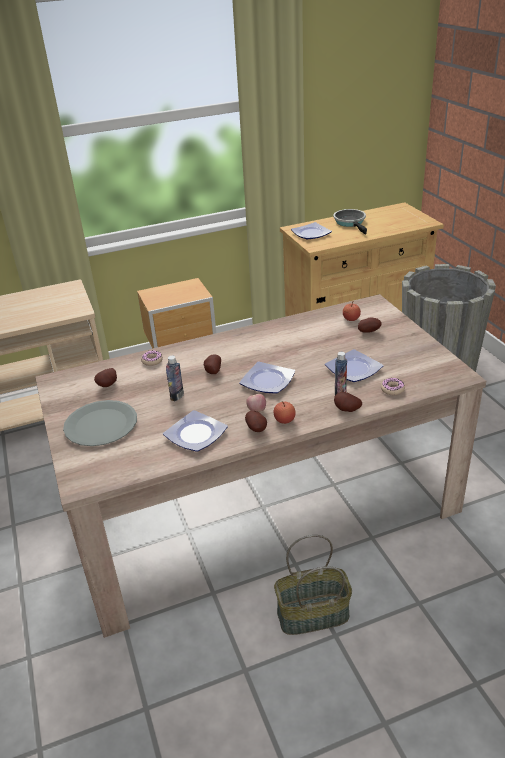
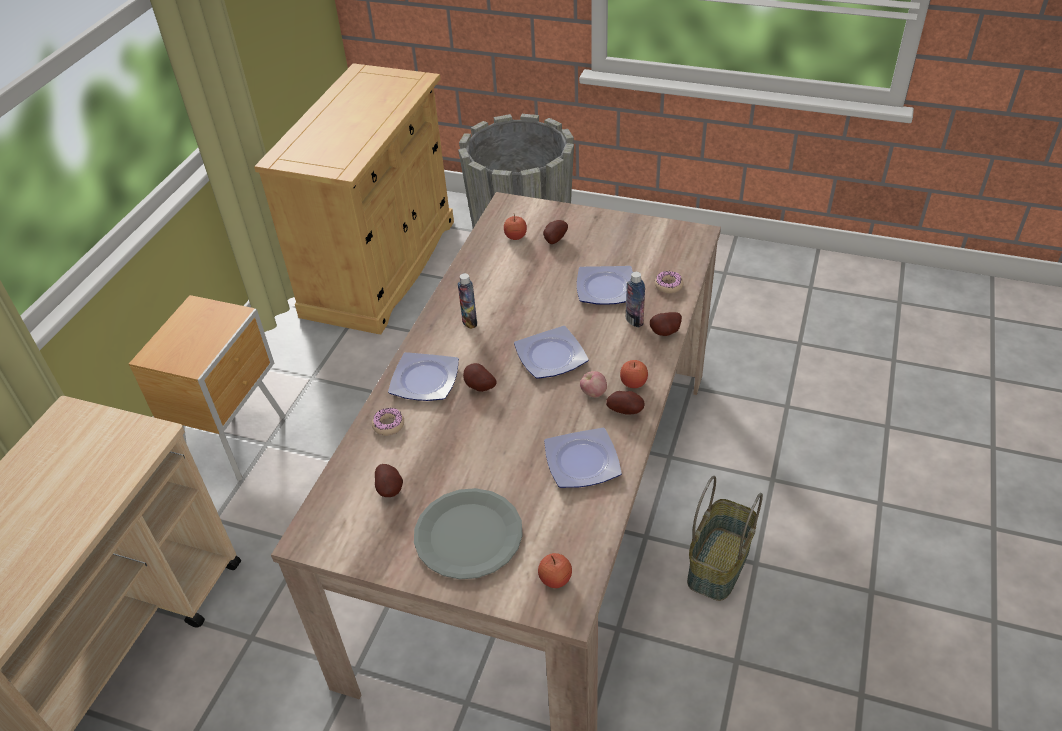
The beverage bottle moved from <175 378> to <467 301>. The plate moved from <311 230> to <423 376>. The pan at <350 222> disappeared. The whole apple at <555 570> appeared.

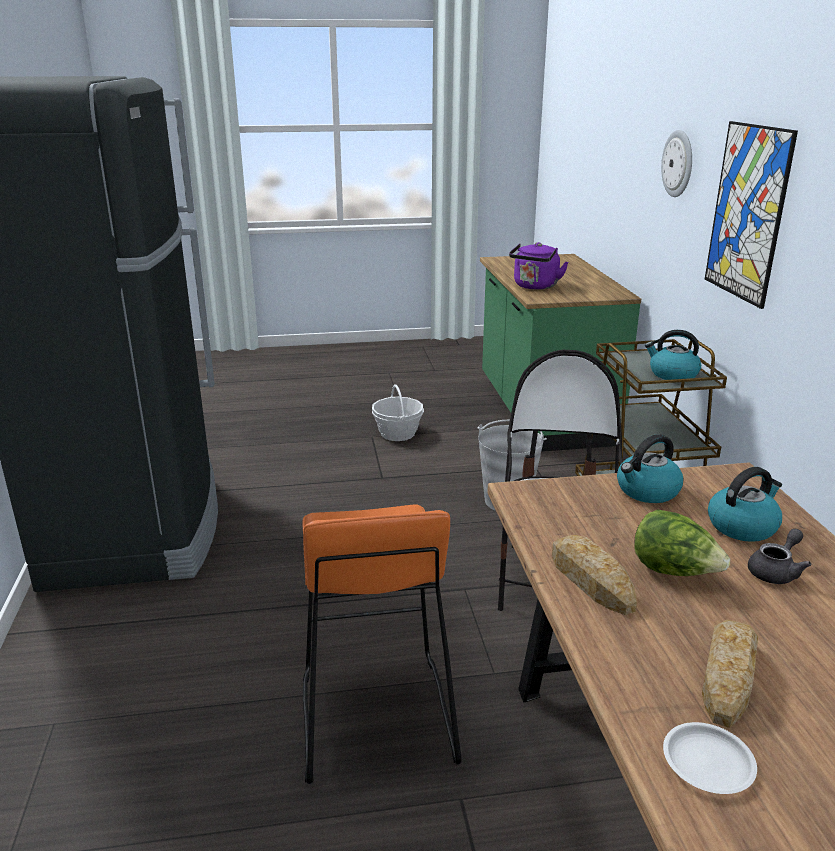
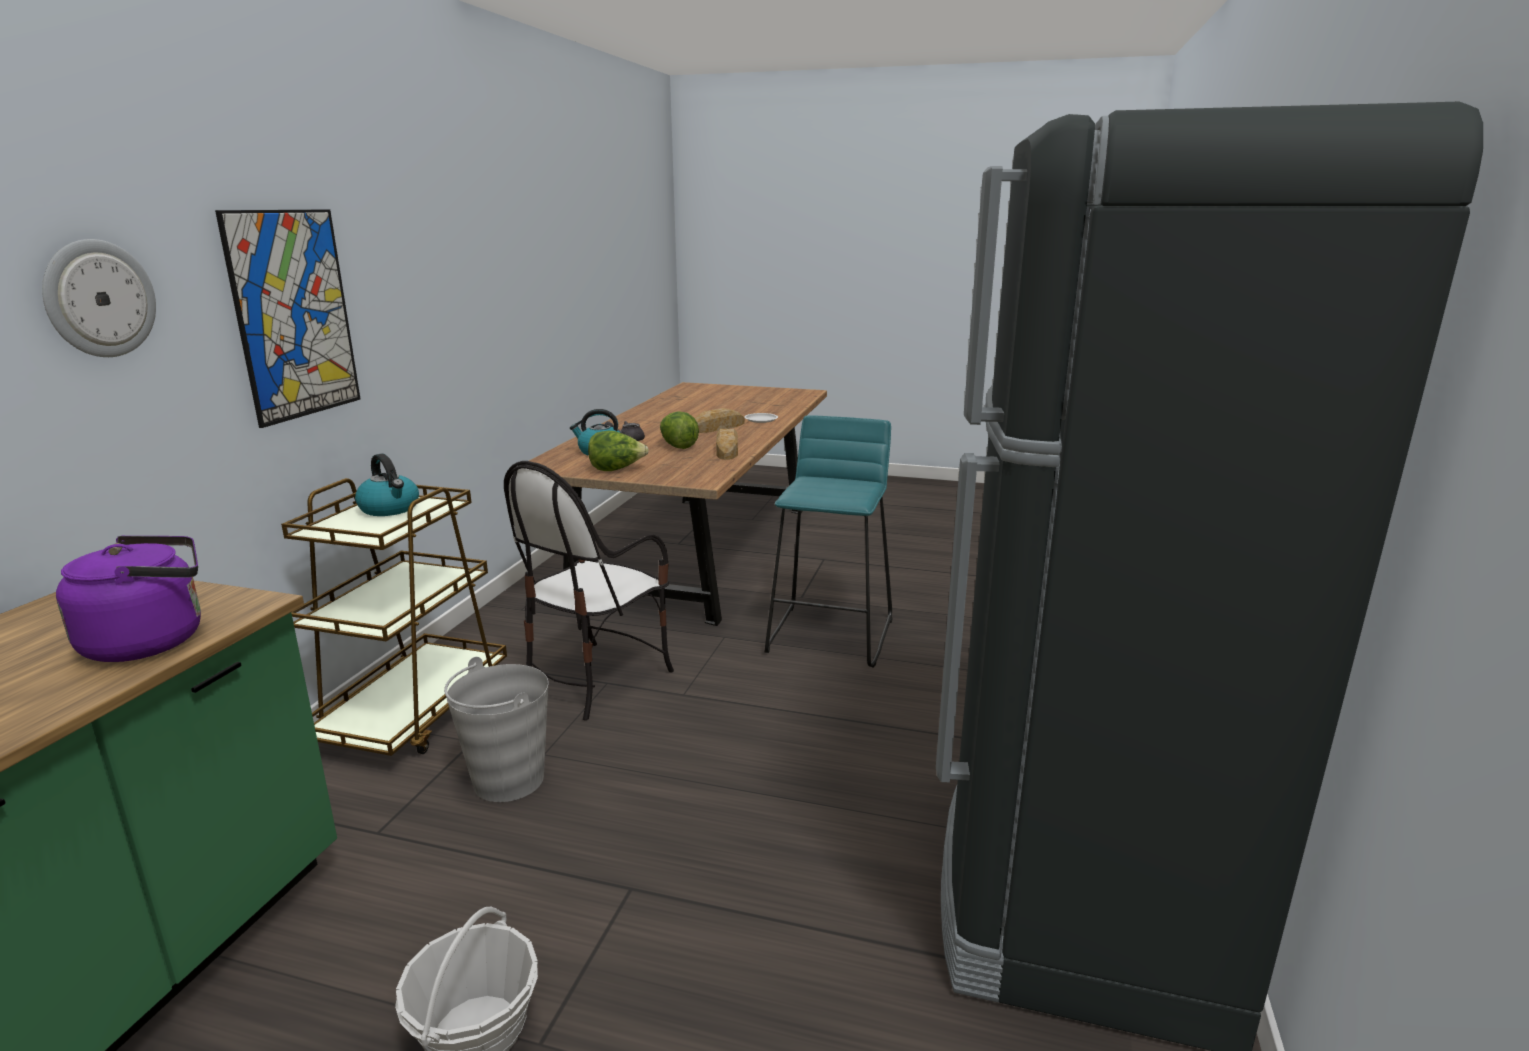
The stool seat in orangey at <382 644> became the stool seat in turquoise-coloured at <828 541>. The tea kettle at <650 468> was replaced by the lettuce head at <618 451>.

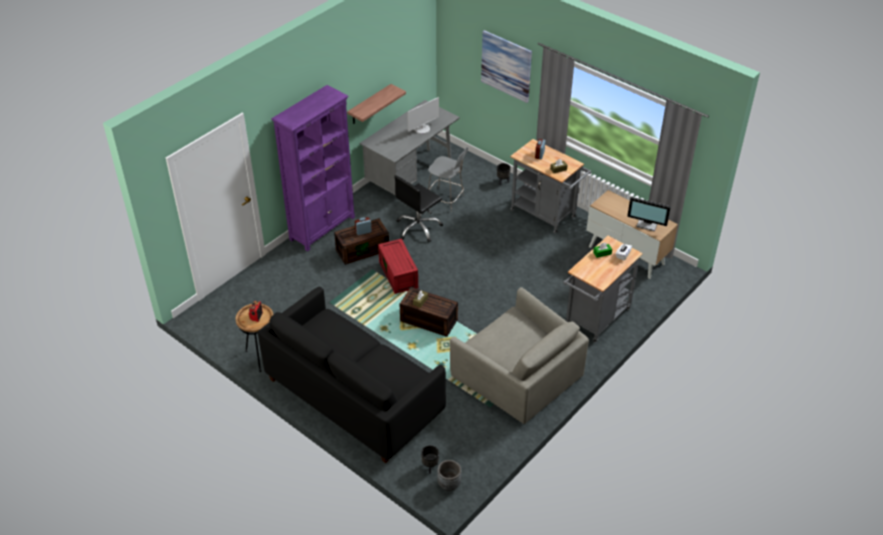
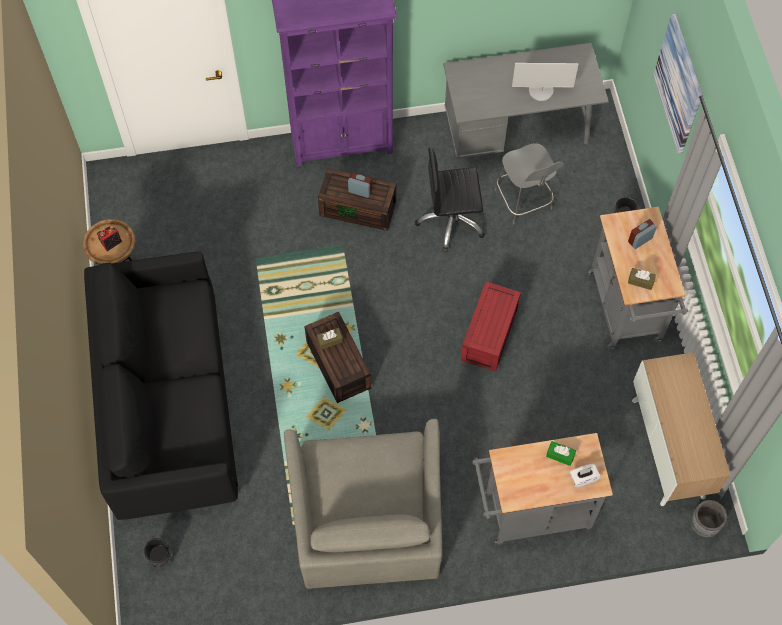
The wall shelf at <376 104> disappeared. The storage box in red-coloured moved from <398 266> to <491 326>. The plant pot in greyish moved from <449 475> to <708 519>. The computer screen at <649 214> disappeared.

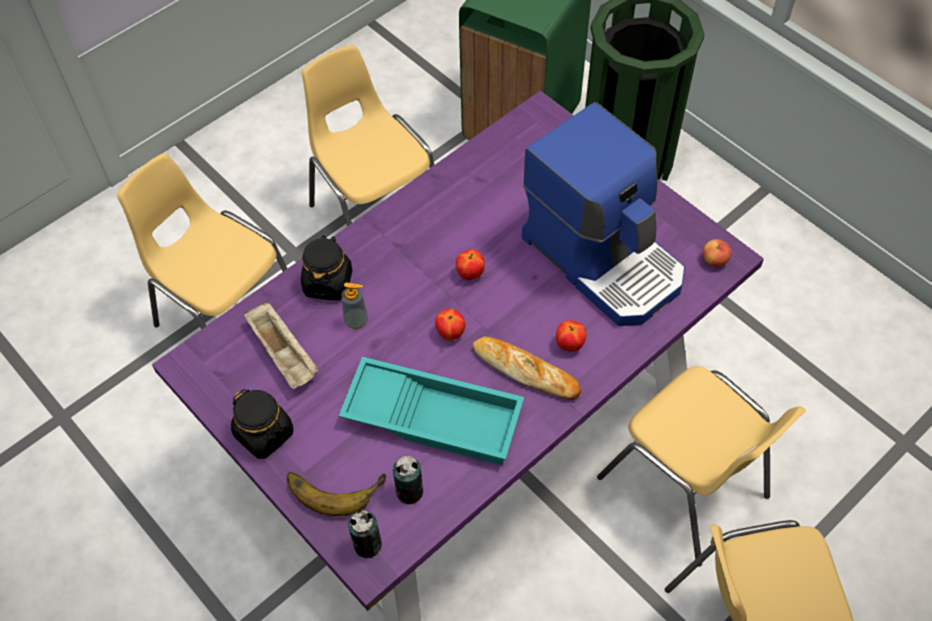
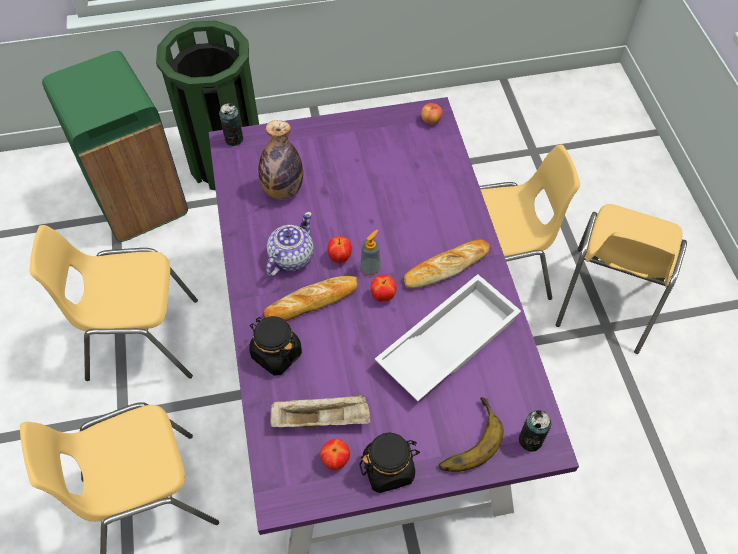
The serving tray in turquoise-coloured at <431 411> became the serving tray in white-coloured at <448 338>. The soap dispenser moved from <354 306> to <370 252>. The can moved from <407 480> to <231 124>. The coffee machine at <603 214> disappeared. The whole apple moved from <571 336> to <335 454>. The beverage bottle at <280 160> appeared. The bakery bread at <310 298> appeared. The teapot at <290 244> appeared.

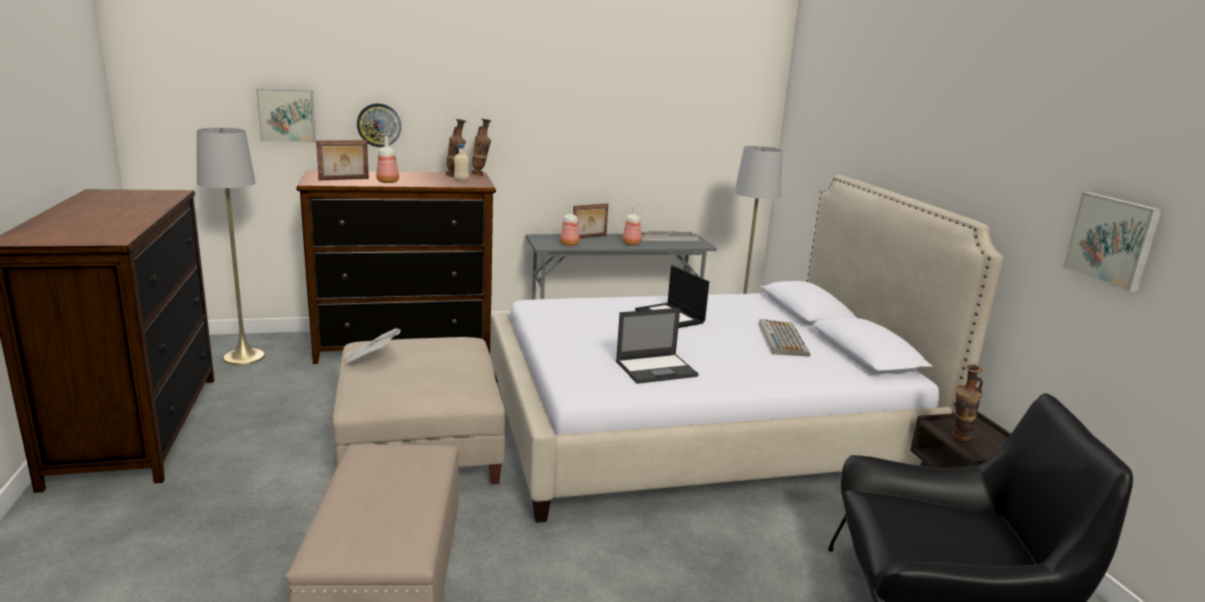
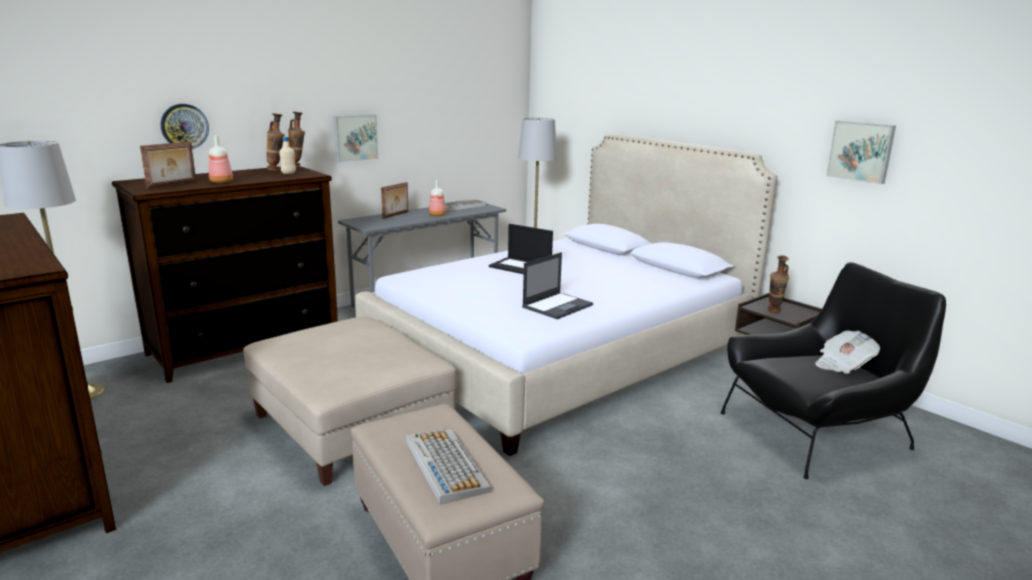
The wall art moved from <286 115> to <355 138>. The daily paper moved from <373 346> to <847 352>. The beverage bottle at <570 225> disappeared. The PC keyboard moved from <785 338> to <449 466>.

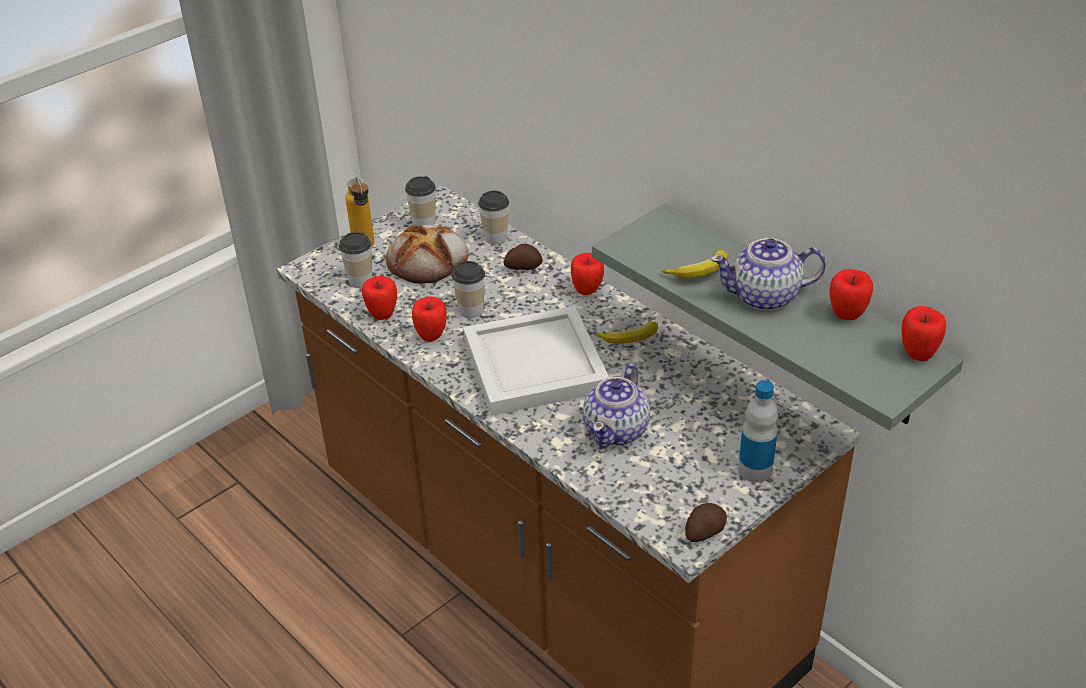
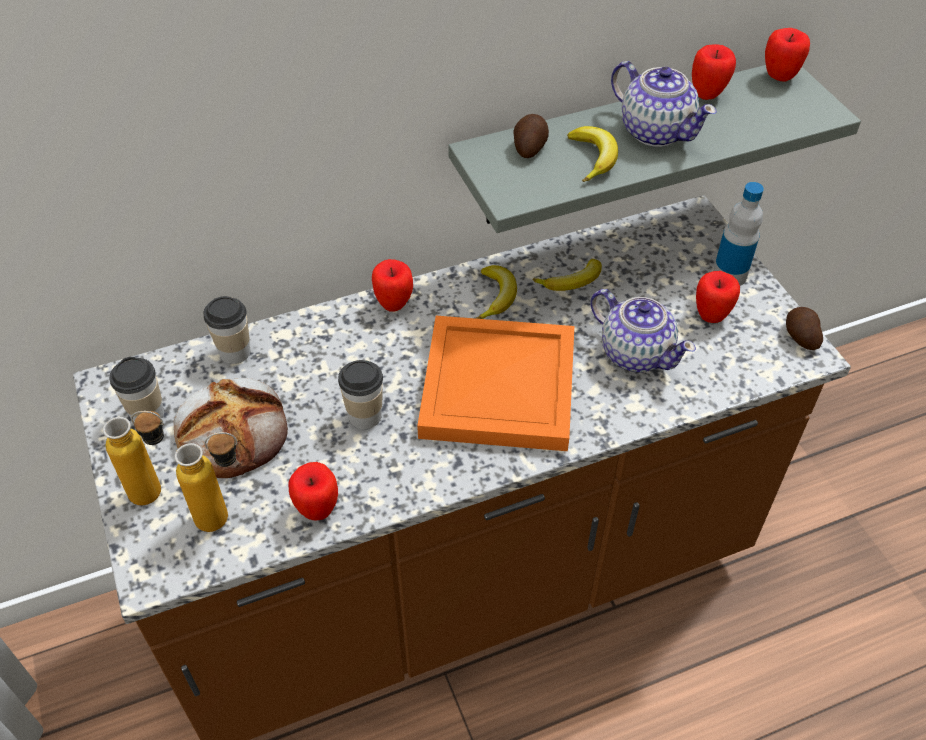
The cup at <355 260> was replaced by the beverage bottle at <206 482>. The whole apple moved from <429 319> to <718 297>. The serving tray in white-coloured at <536 361> became the serving tray in orangey at <495 383>. The potato moved from <523 257> to <531 136>. The teapot at <768 274> turned 60 degrees counterclockwise. The banana at <567 275> appeared.

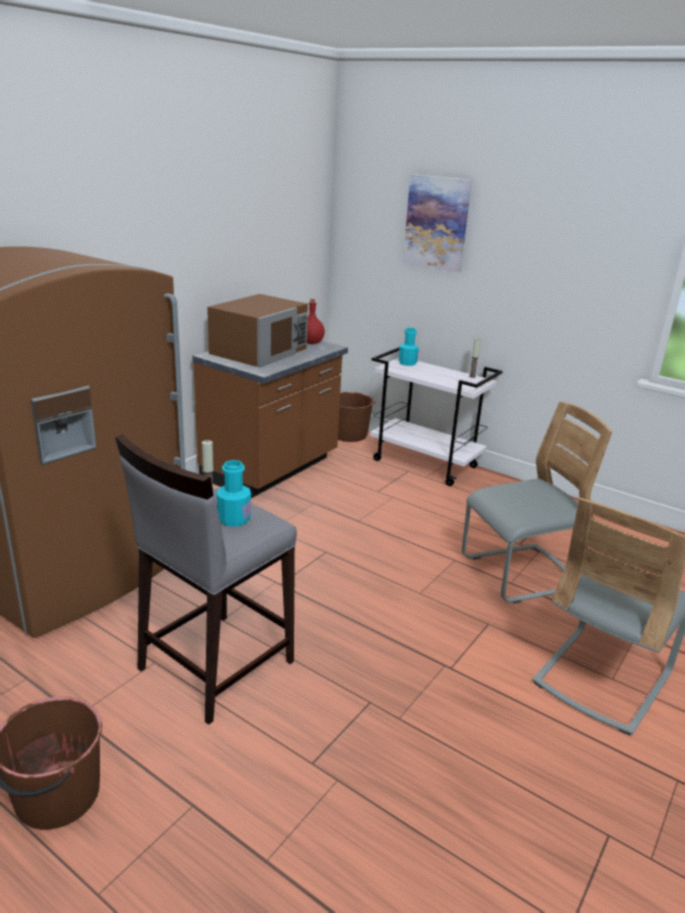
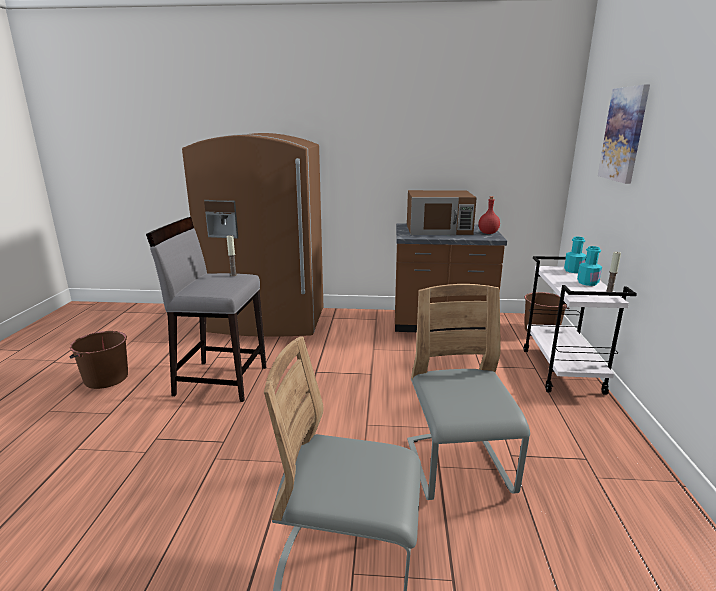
The beverage bottle in turquoise-coloured moved from <234 493> to <589 266>. The chair in greyish at <537 502> turned 135 degrees counterclockwise.

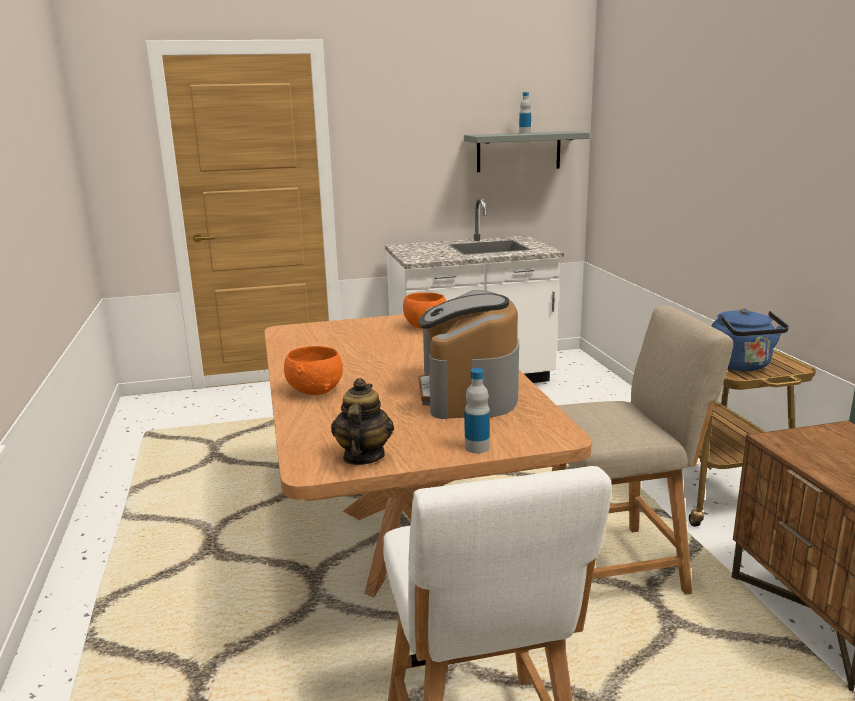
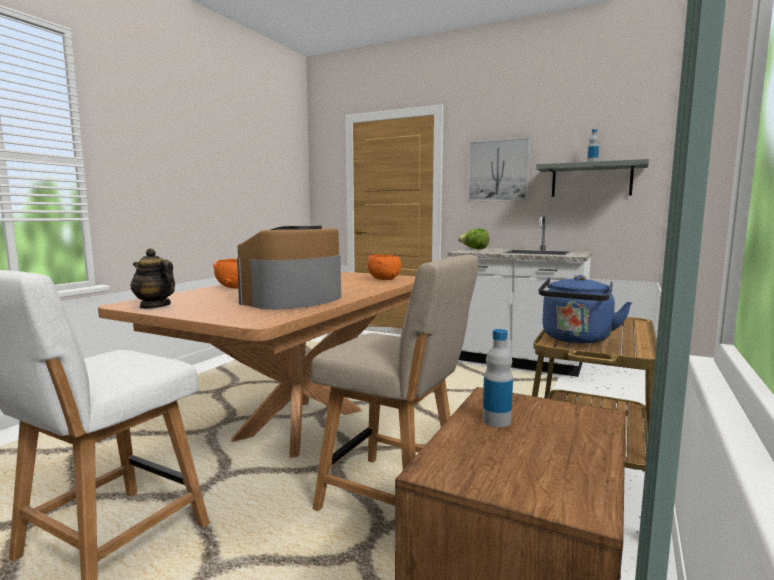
The teapot at <362 421> turned 105 degrees counterclockwise. The beverage bottle moved from <477 410> to <497 378>. The lettuce head at <473 238> appeared. The wall art at <499 169> appeared.

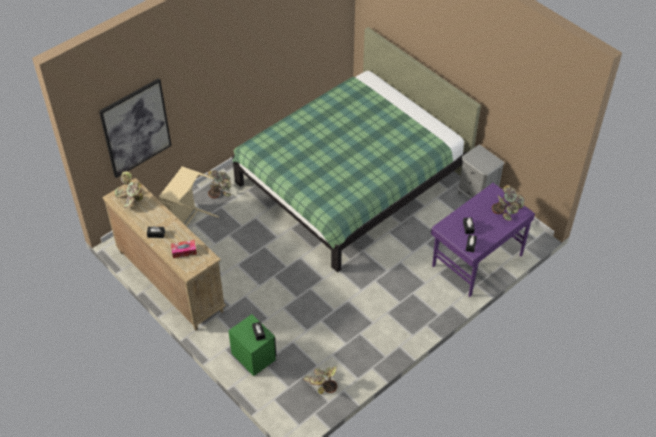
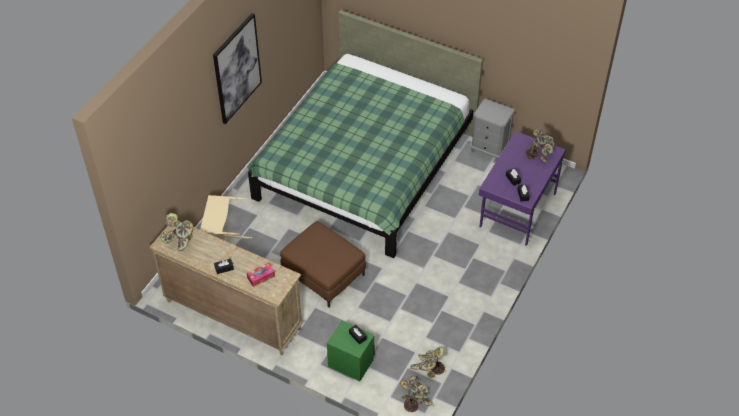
The wall art moved from <135 128> to <237 68>. The plant in a pot moved from <219 184> to <416 394>. The footrest in brown at <323 264> appeared.

